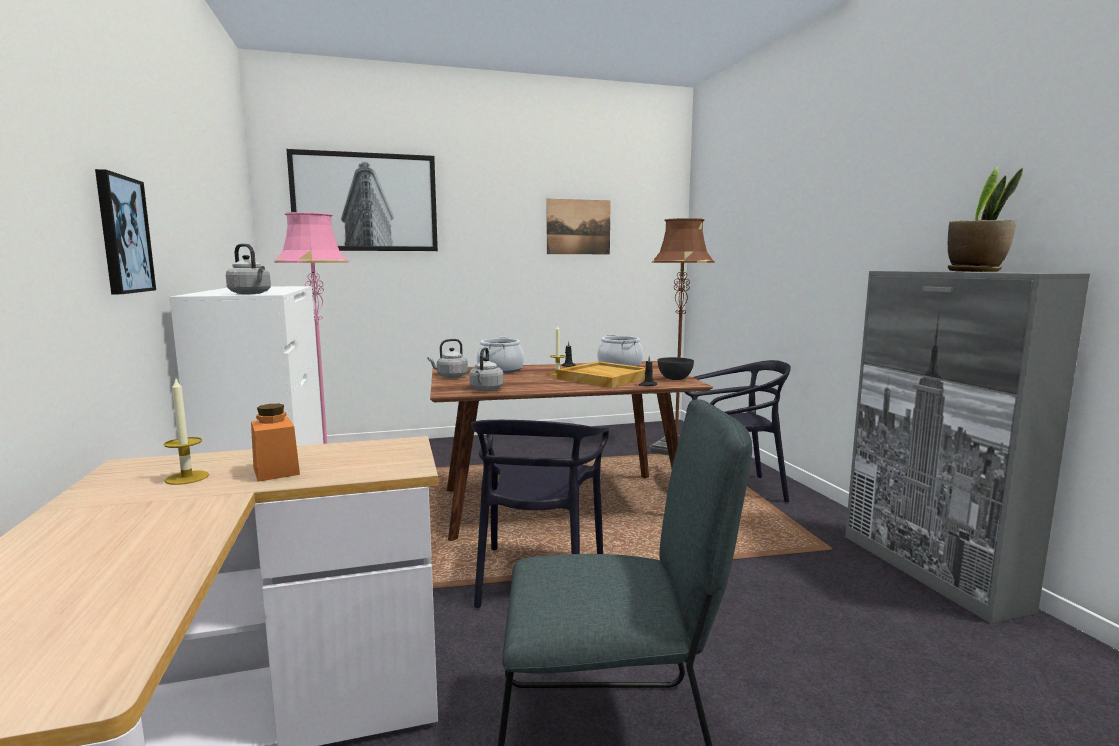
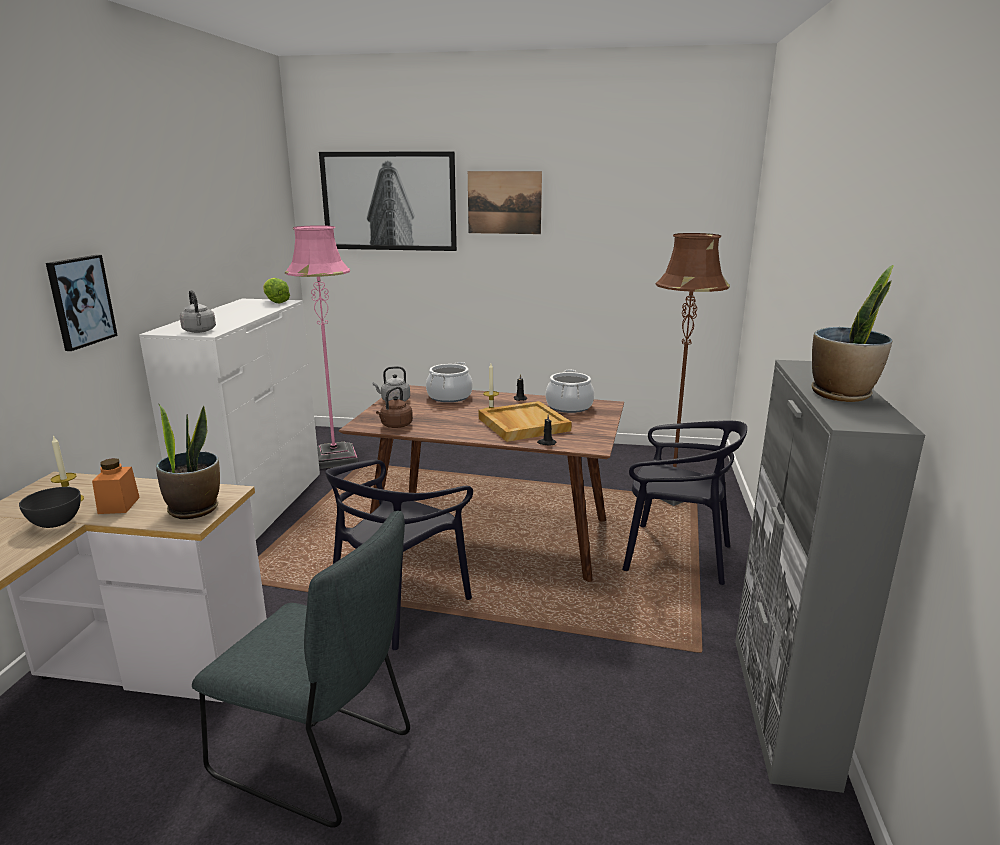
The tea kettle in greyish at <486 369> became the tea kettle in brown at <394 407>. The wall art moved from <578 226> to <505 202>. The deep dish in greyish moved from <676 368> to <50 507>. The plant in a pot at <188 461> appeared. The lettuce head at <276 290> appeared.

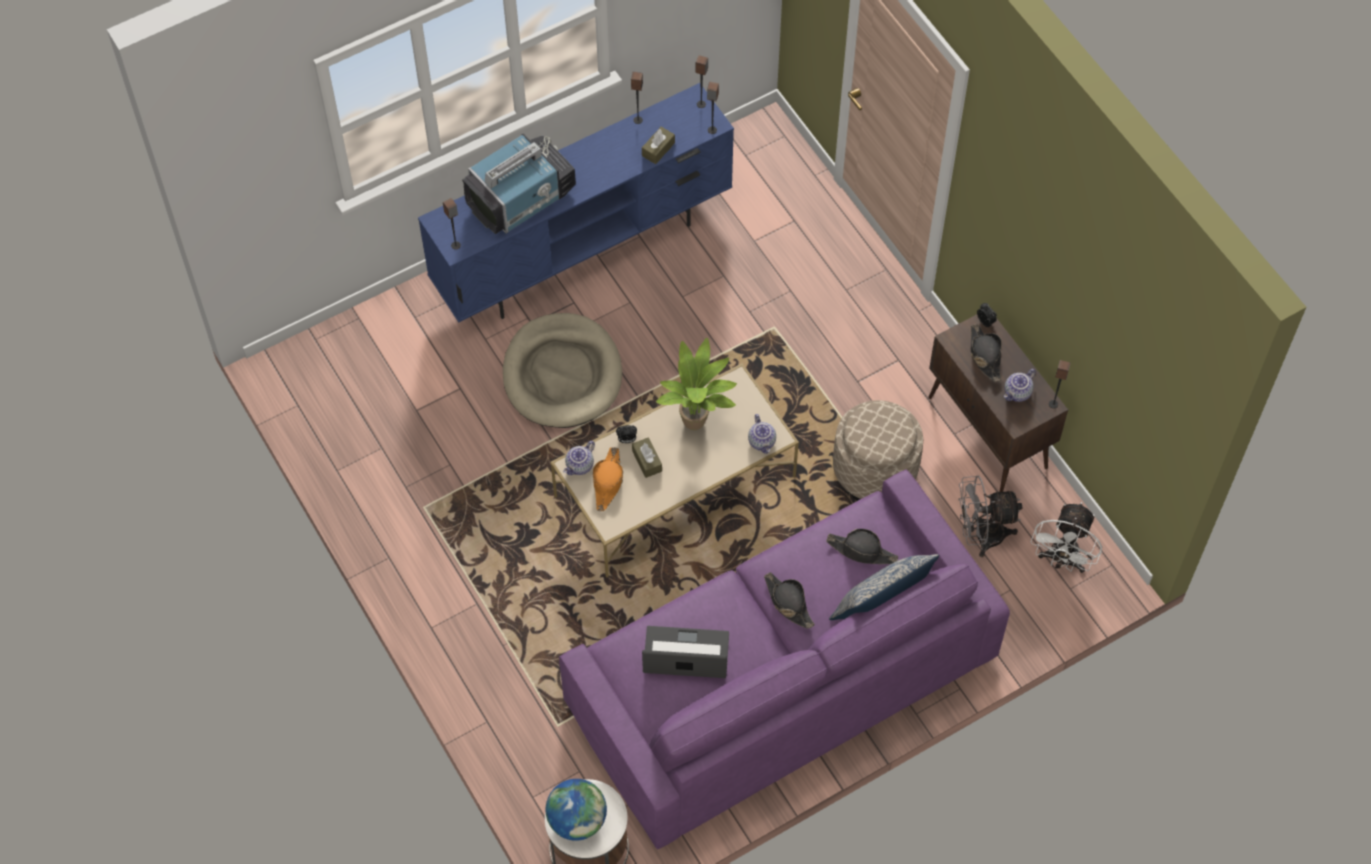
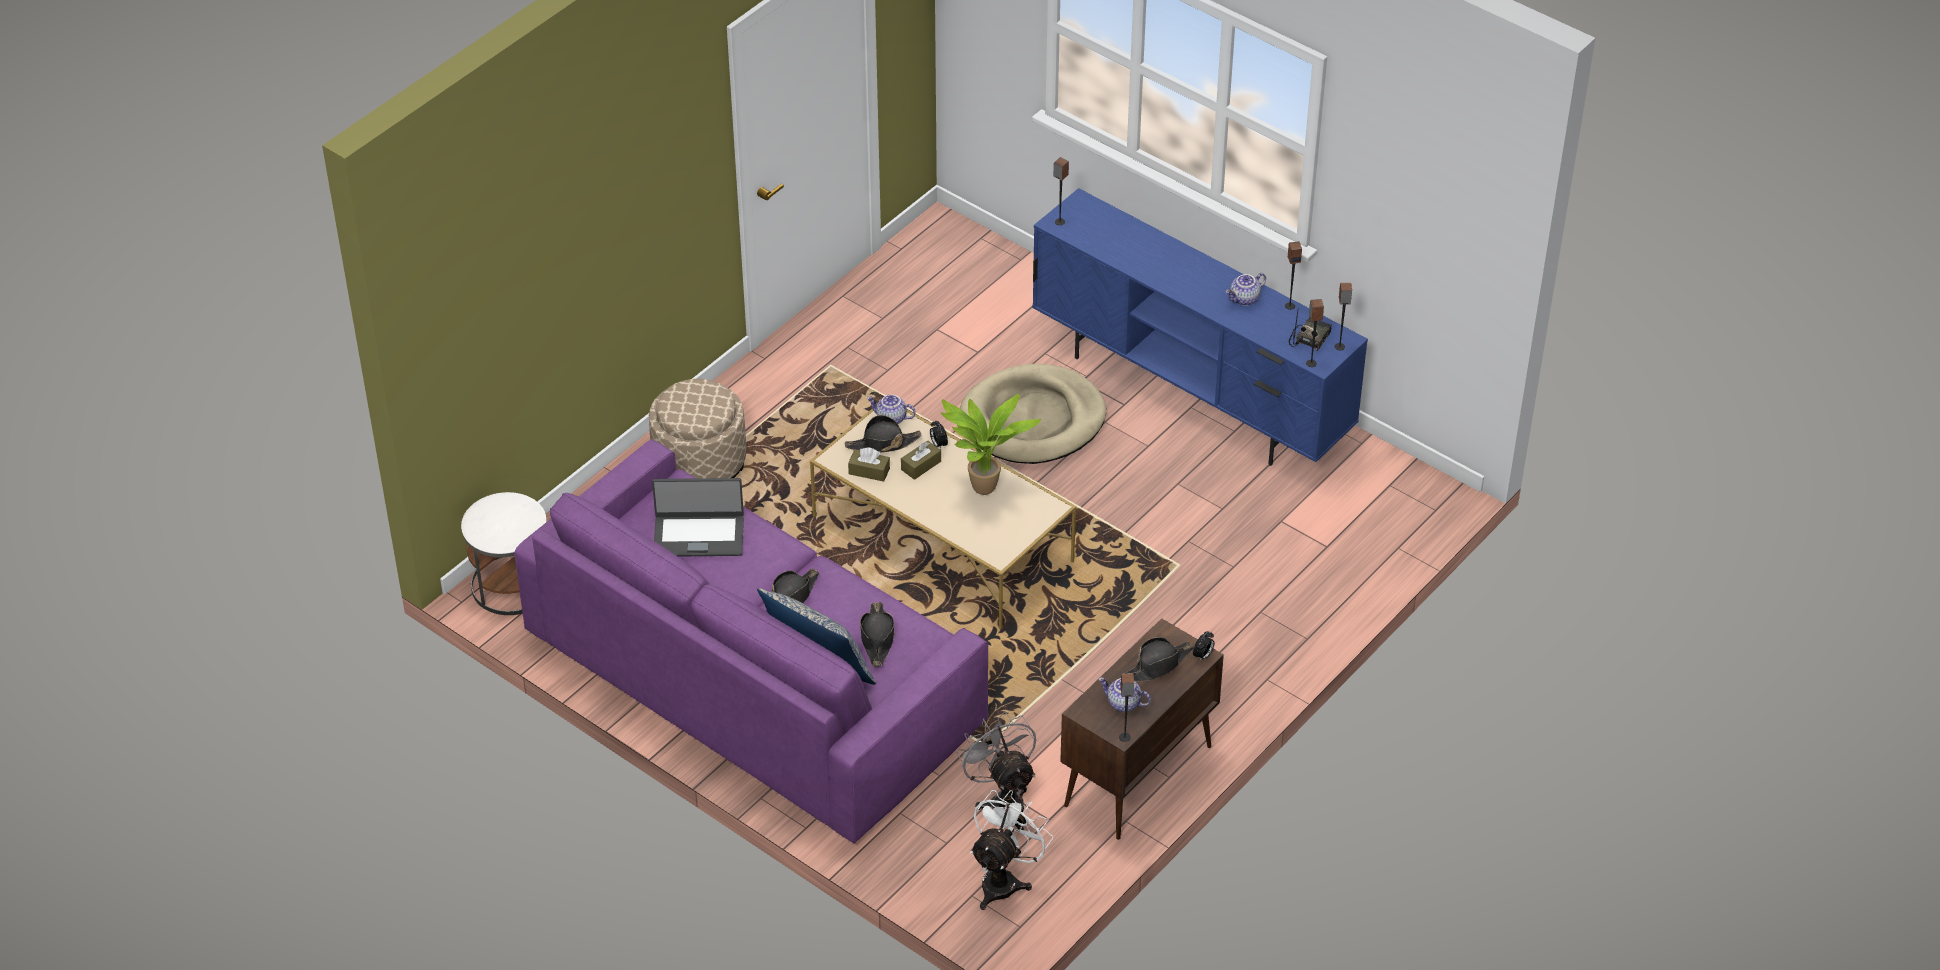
The TV at <519 183> disappeared. The globe at <576 810> disappeared. The hat in orangey at <607 479> became the hat in black-coloured at <883 433>. The box of tissues in brown moved from <658 145> to <869 464>. The notebook computer at <685 652> turned 105 degrees clockwise. The teapot moved from <762 434> to <1245 289>. The footrest in beige-coloured moved from <878 450> to <697 428>. The cooling fan in white-coloured at <1066 537> turned 120 degrees clockwise. The radio set at <1310 331> appeared.

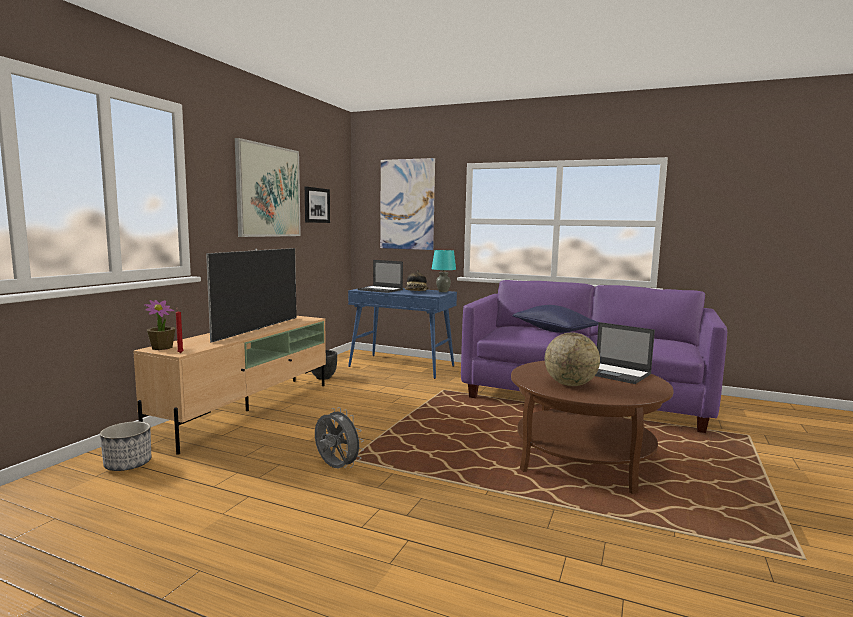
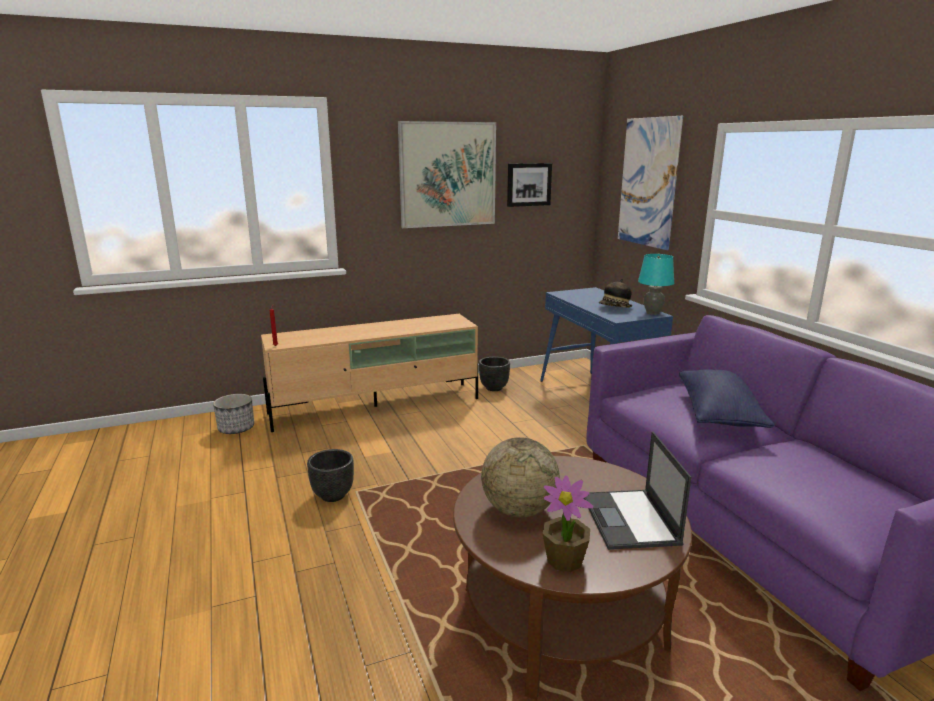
The plant in a pot moved from <159 325> to <568 524>. The TV at <251 295> disappeared. The cooling fan in greyish at <339 437> was replaced by the plant pot in black-coloured at <330 475>. The notebook computer at <380 276> disappeared.

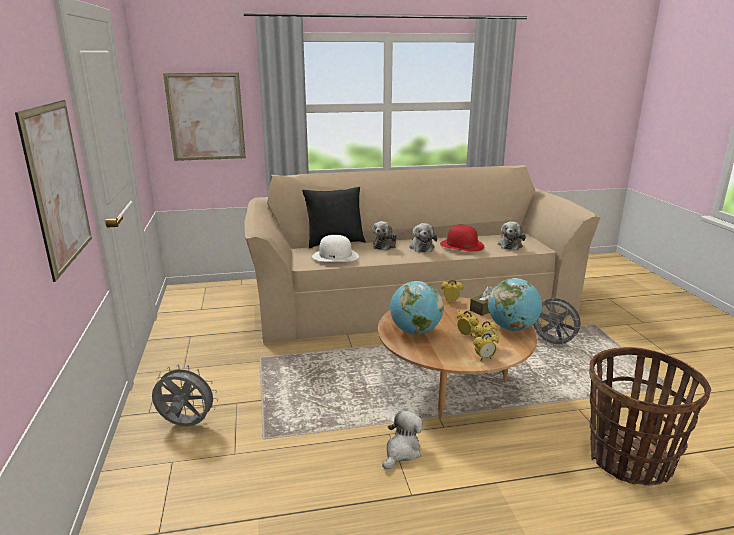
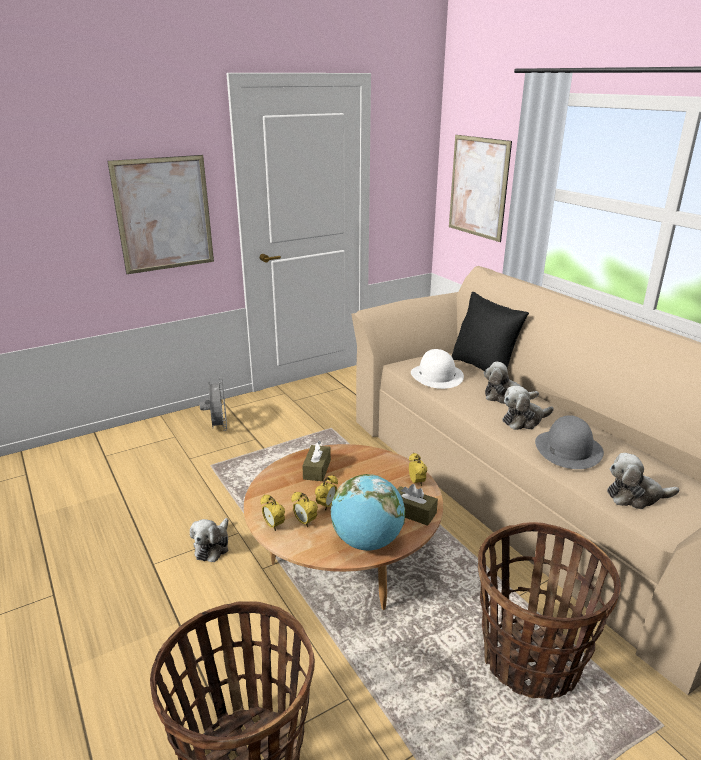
The plush toy at <402 439> turned 90 degrees clockwise. The globe at <417 308> was replaced by the box of tissues in brown at <316 461>. The hat in red-coloured at <462 238> became the hat in greyish at <569 442>. The cooling fan in greyish at <557 323> was replaced by the household basket at <549 610>.

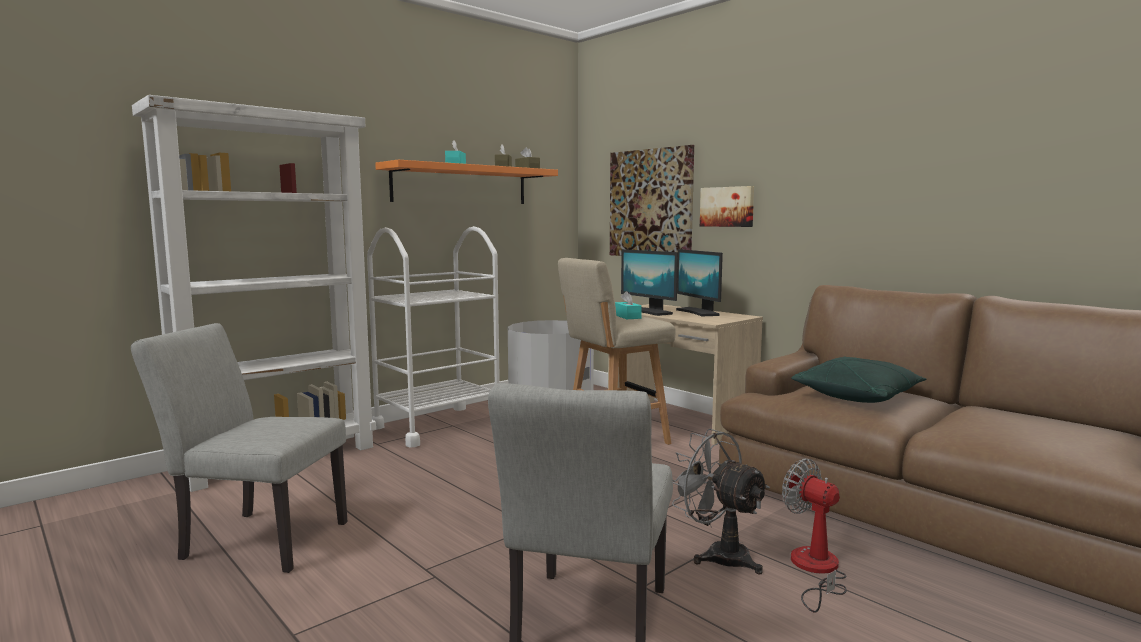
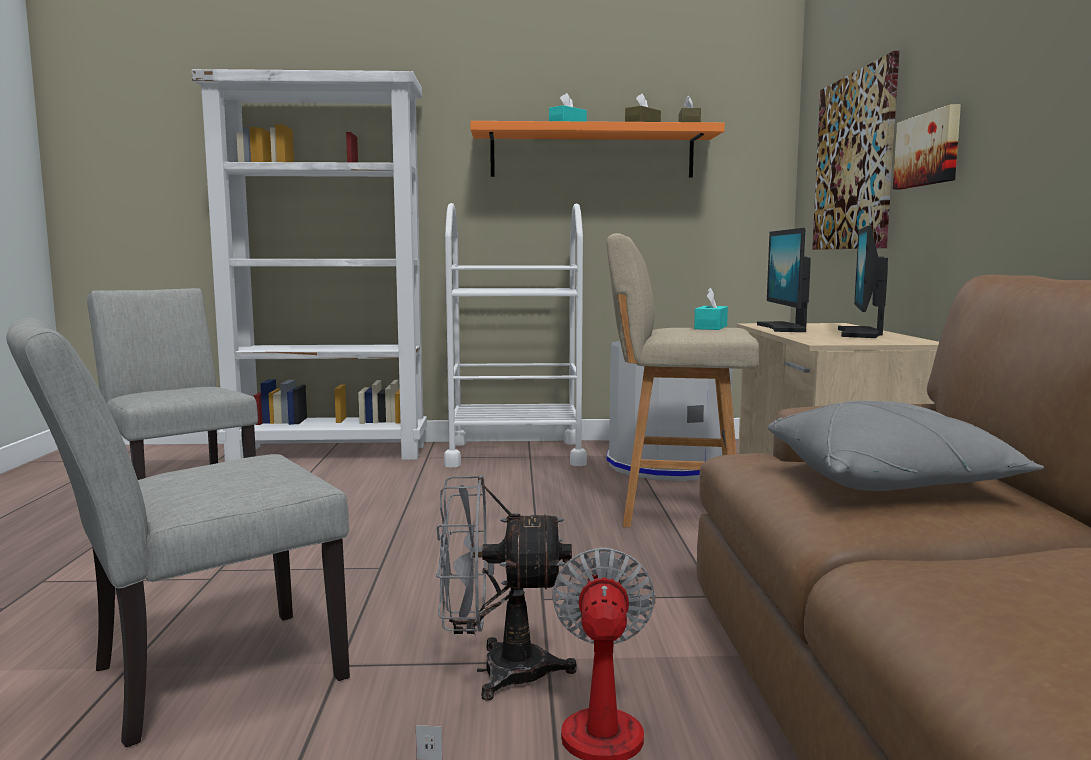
The cooling fan in greyish at <721 501> turned 90 degrees counterclockwise. The throw pillow in greenish at <859 380> became the throw pillow in greyish at <906 446>.

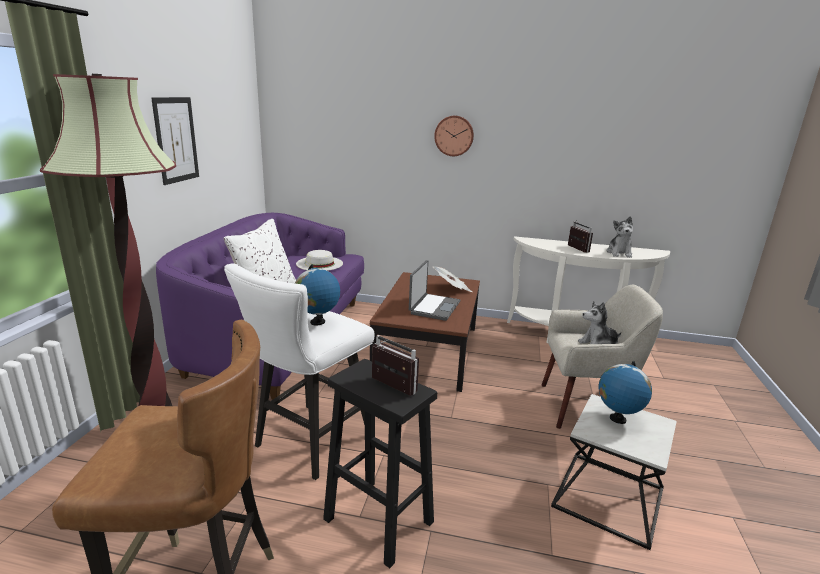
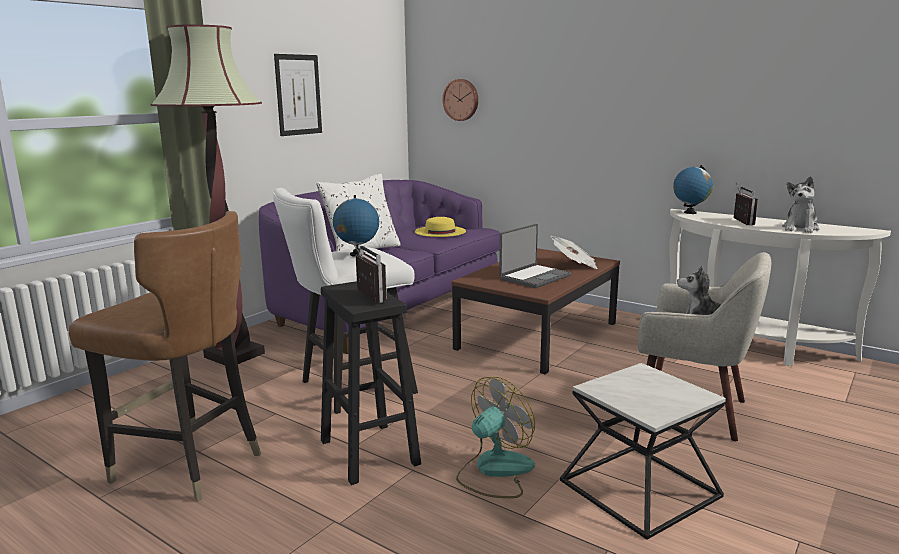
The hat in white-coloured at <319 260> became the hat in yellowish at <440 227>. The wall clock moved from <454 136> to <460 100>. The globe moved from <625 392> to <693 189>. The cooling fan at <495 437> appeared.

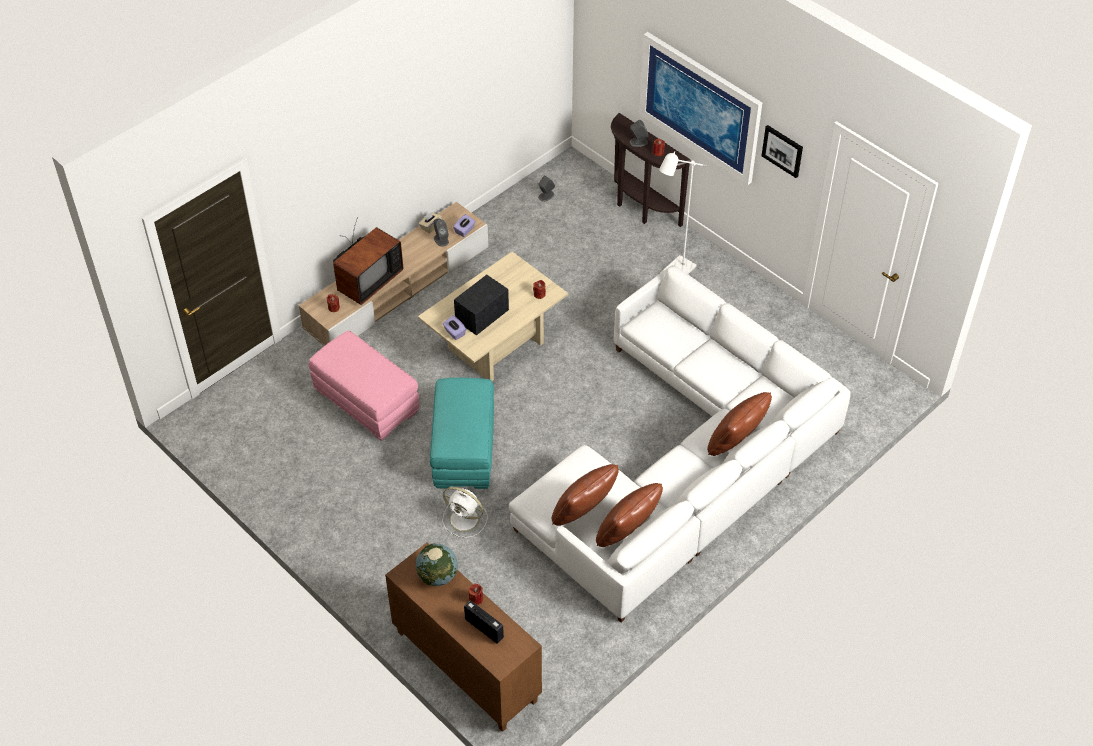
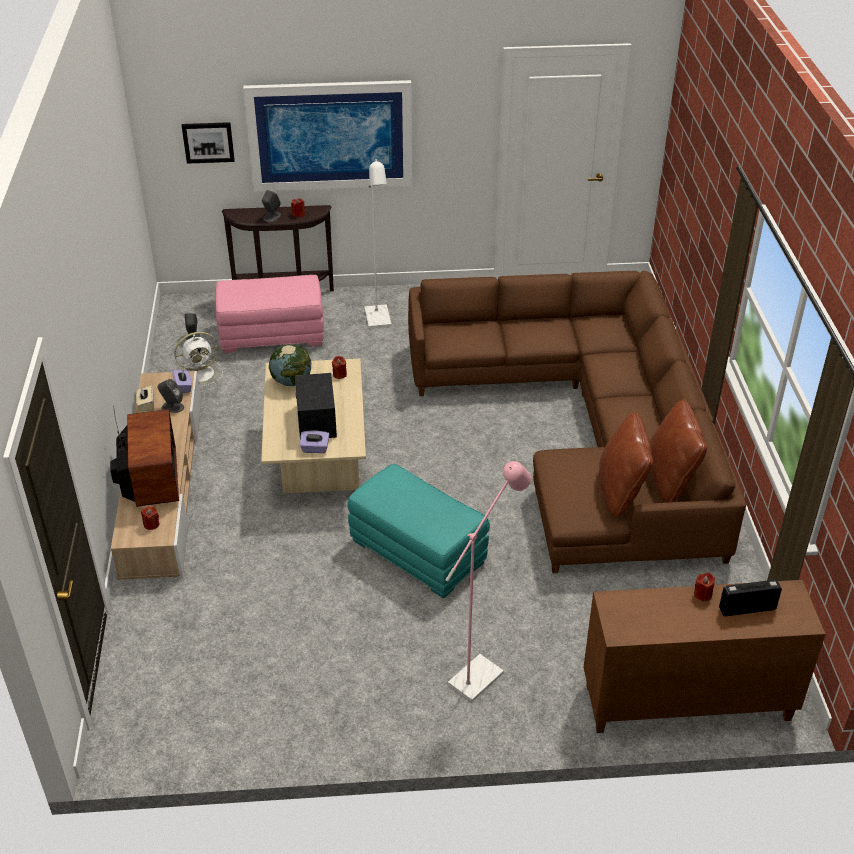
The footrest in pink moved from <363 386> to <269 314>. The globe moved from <437 564> to <290 365>. The cooling fan in white-coloured moved from <465 512> to <198 359>. The couch in white-coloured at <680 444> became the couch in brown at <577 422>. The throw pillow in brown at <739 424> disappeared. The wall art moved from <782 151> to <208 143>. The standard lamp in pink at <488 581> appeared.

